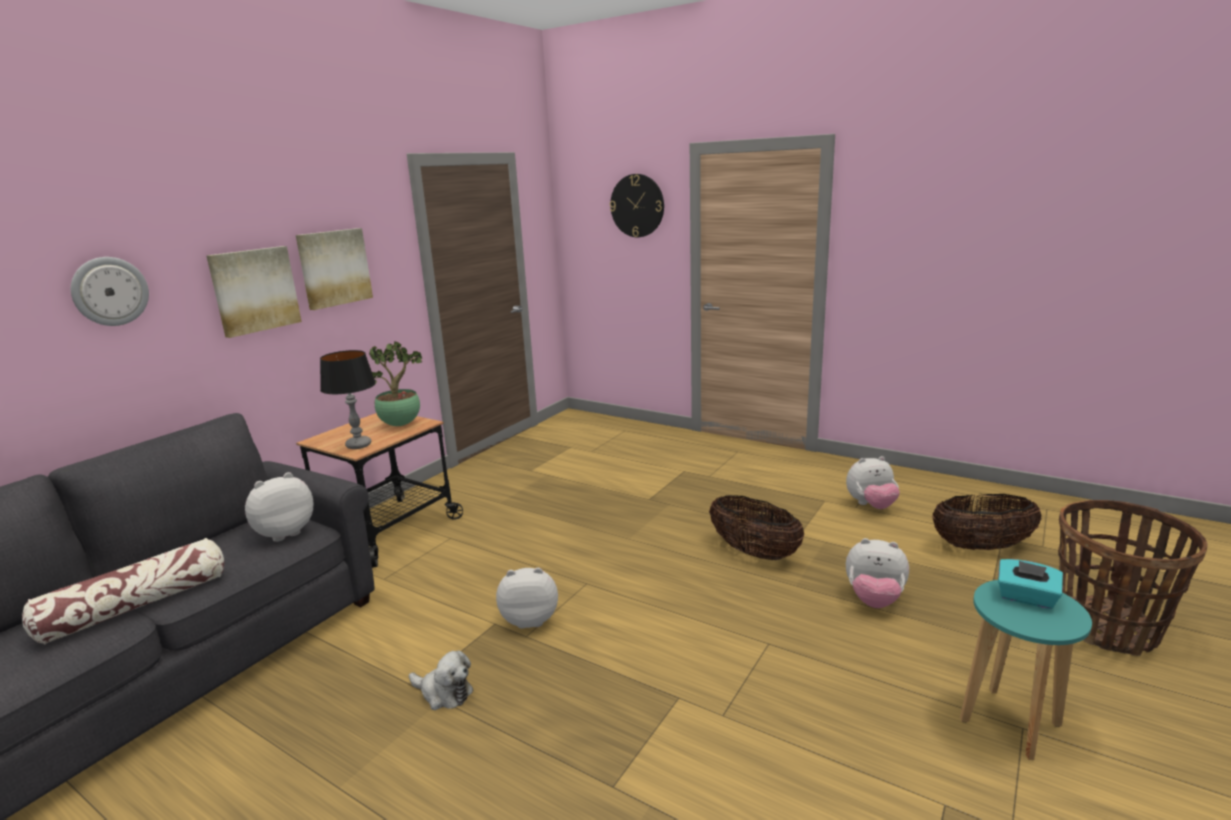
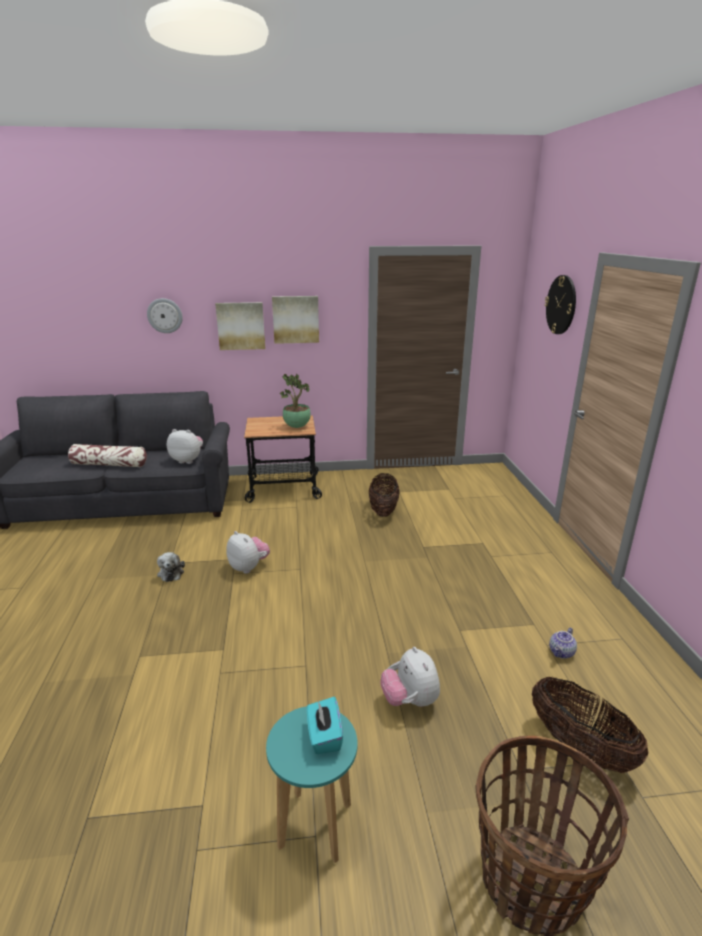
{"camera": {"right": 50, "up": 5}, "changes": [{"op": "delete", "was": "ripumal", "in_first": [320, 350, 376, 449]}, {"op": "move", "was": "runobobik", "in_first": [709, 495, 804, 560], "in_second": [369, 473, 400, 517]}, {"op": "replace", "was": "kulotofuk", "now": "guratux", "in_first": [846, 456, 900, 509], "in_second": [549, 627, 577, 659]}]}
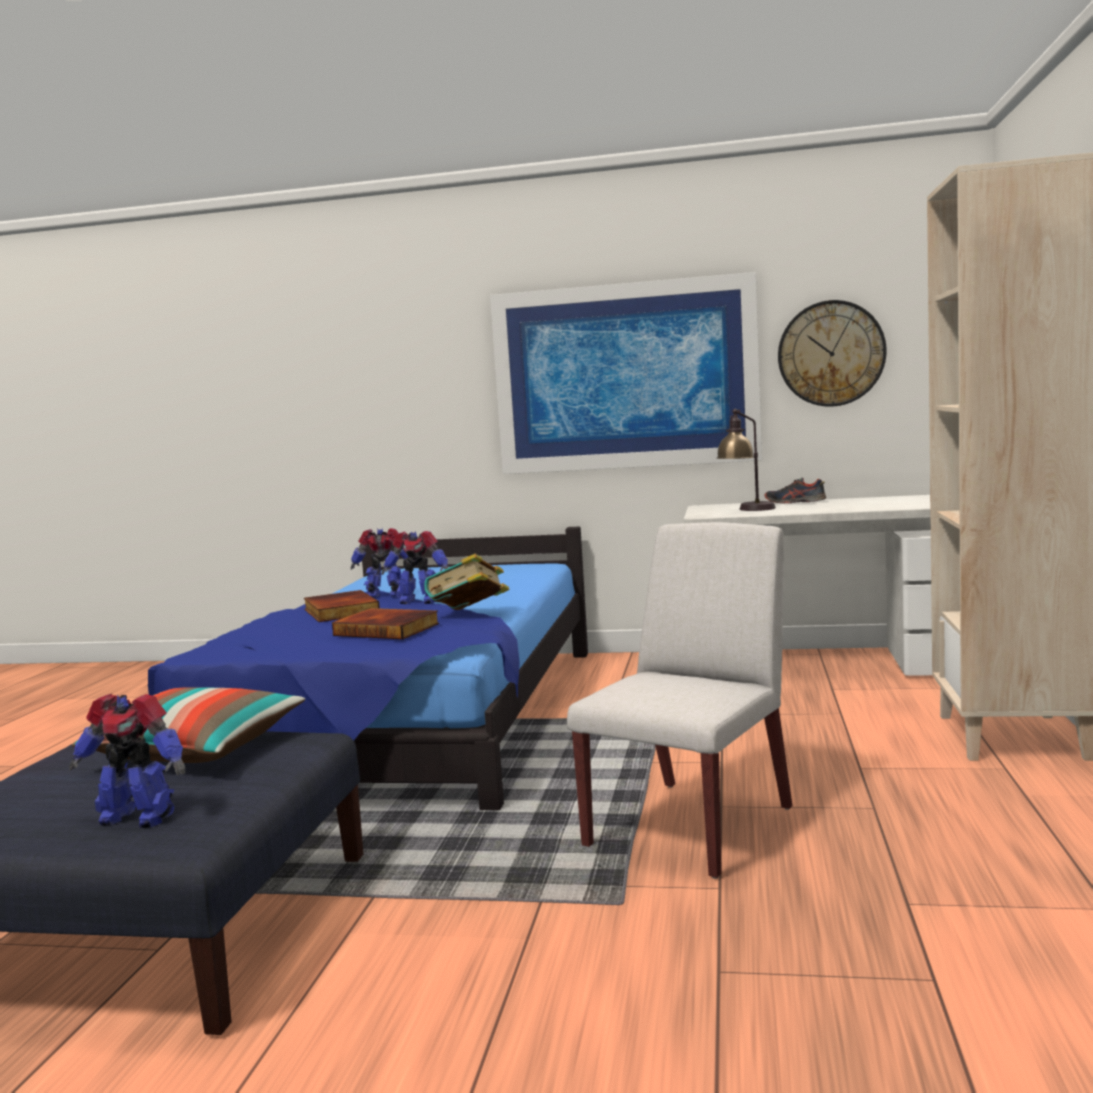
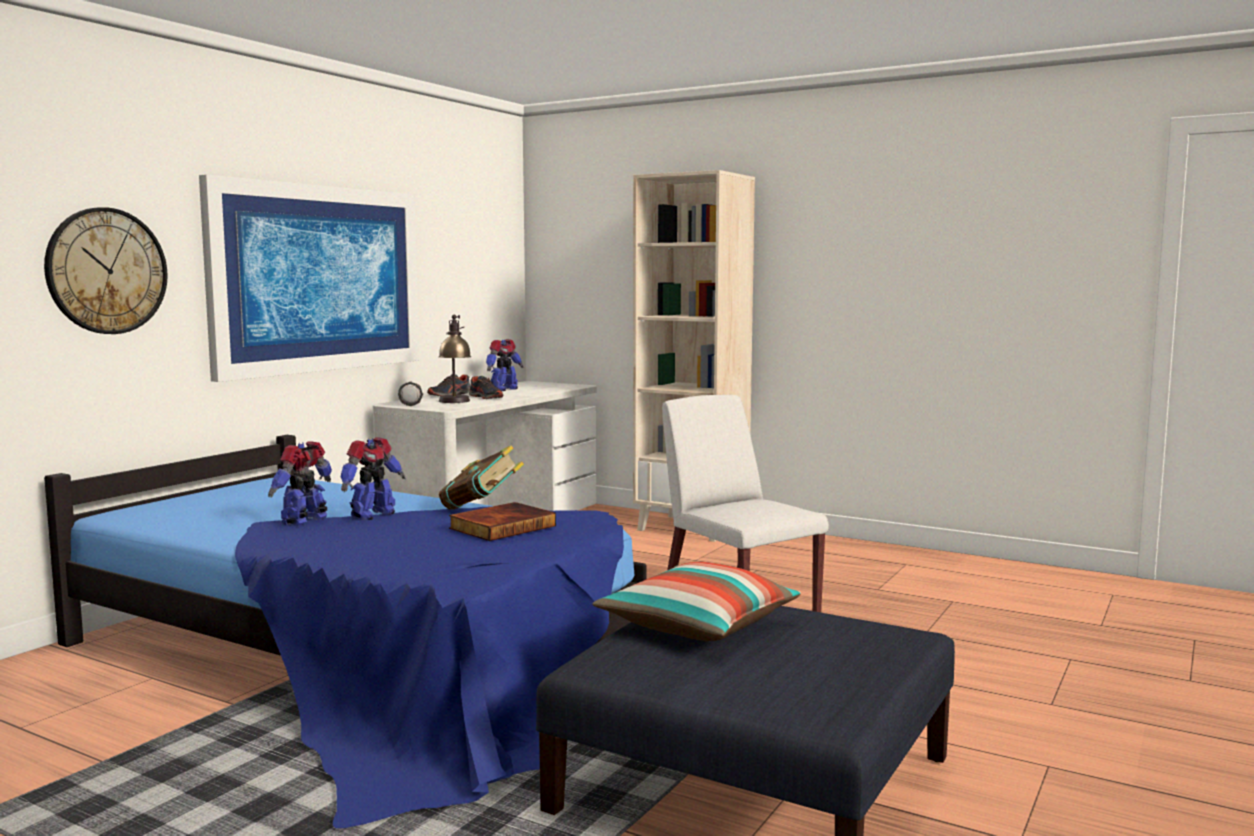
{"camera": {"right": -70, "up": 0}, "changes": [{"op": "delete", "was": "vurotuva", "in_first": [304, 590, 380, 622]}, {"op": "insert", "now": "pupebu", "in_second": [398, 382, 423, 406]}, {"op": "insert", "now": "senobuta", "in_second": [469, 376, 503, 399]}, {"op": "move", "was": "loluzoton", "in_first": [69, 694, 185, 828], "in_second": [486, 339, 524, 391]}, {"op": "move", "was": "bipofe", "in_first": [778, 300, 887, 407], "in_second": [44, 207, 168, 334]}]}
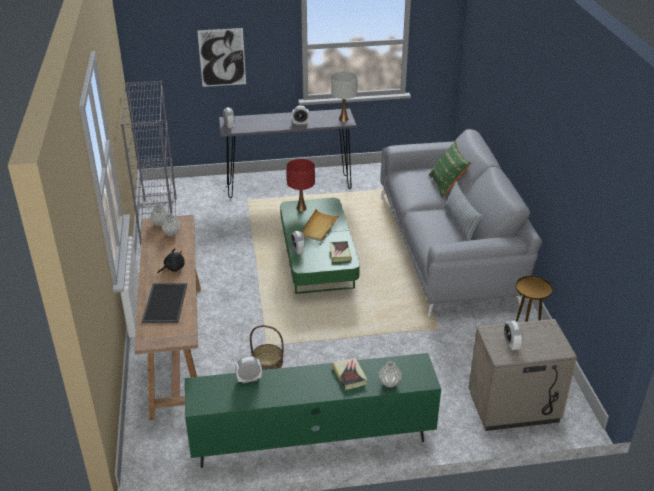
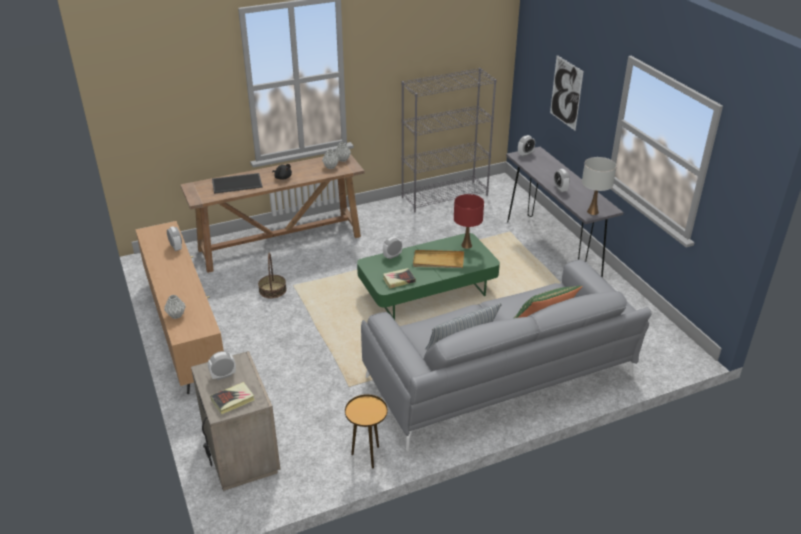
{"camera": {"right": 75, "up": 0}, "changes": [{"op": "move", "was": "vurotuva", "in_first": [332, 357, 367, 390], "in_second": [210, 382, 255, 414]}, {"op": "recolor", "was": "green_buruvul", "now": "brown_buruvul", "in_first": [185, 353, 441, 468], "in_second": [135, 221, 224, 394]}]}
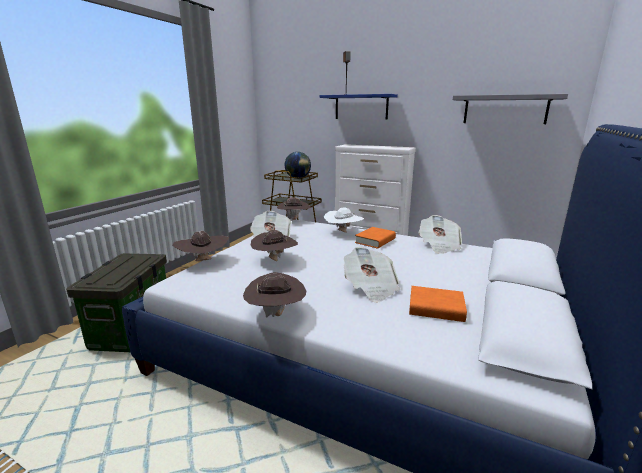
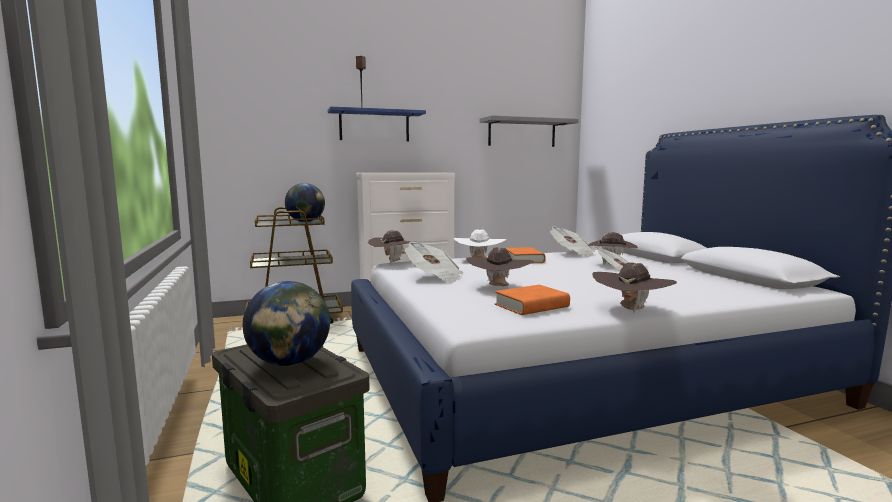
{"camera": {"right": -45, "up": -10}, "changes": [{"op": "insert", "now": "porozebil", "in_second": [243, 281, 330, 366]}, {"op": "move", "was": "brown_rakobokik", "in_first": [172, 231, 229, 261], "in_second": [588, 232, 638, 265]}, {"op": "move", "was": "orange_vurotuva", "in_first": [409, 286, 467, 322], "in_second": [495, 285, 570, 315]}]}
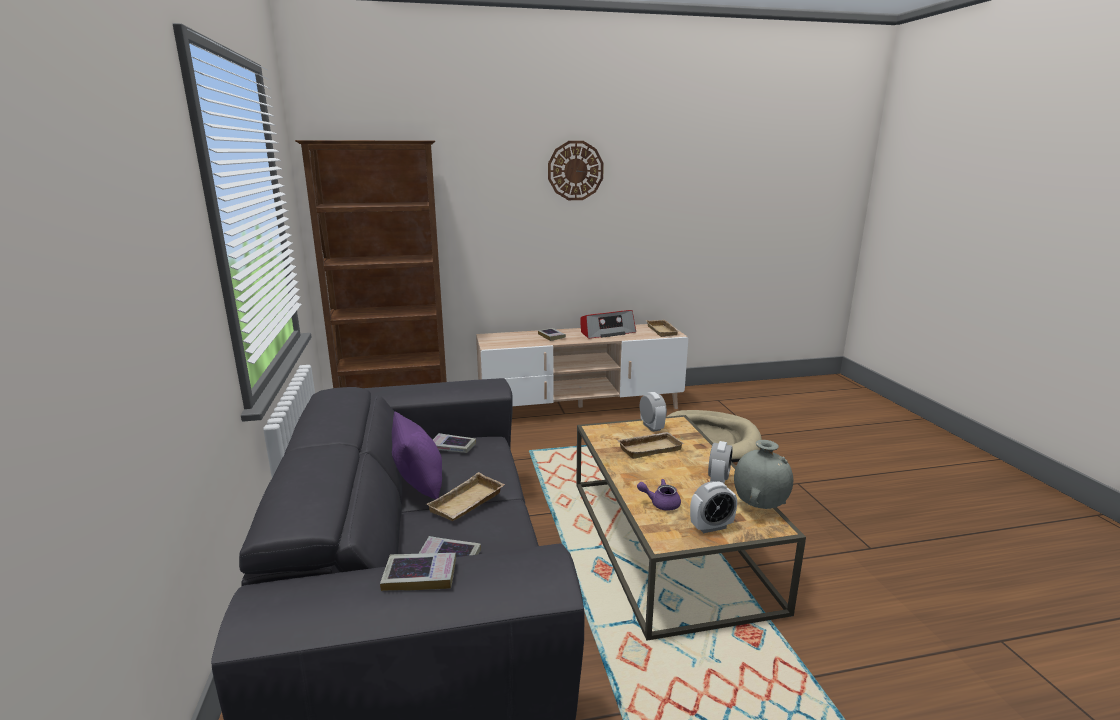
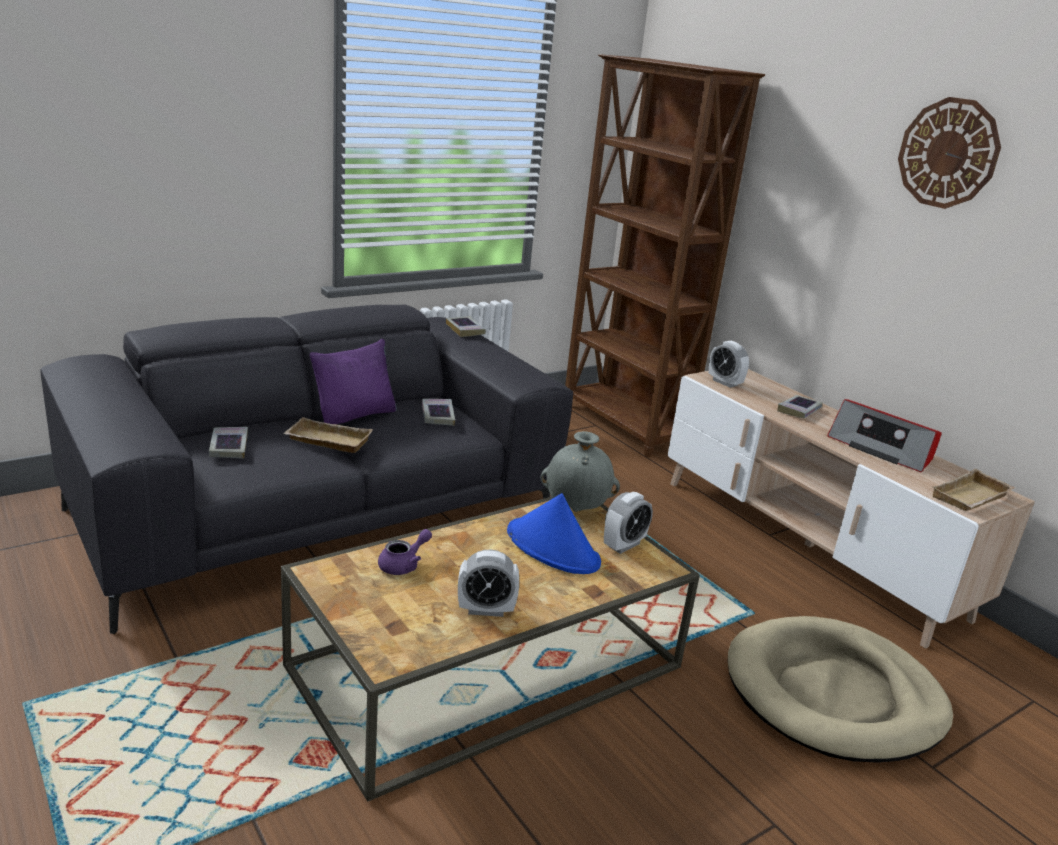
{"camera": {"right": 65, "up": 5}, "changes": [{"op": "move", "was": "vurotuva", "in_first": [380, 553, 456, 591], "in_second": [446, 316, 486, 337]}, {"op": "move", "was": "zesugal", "in_first": [690, 481, 737, 533], "in_second": [709, 341, 749, 388]}, {"op": "move", "was": "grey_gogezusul", "in_first": [734, 440, 793, 509], "in_second": [540, 431, 620, 512]}, {"op": "replace", "was": "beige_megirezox", "now": "blue_rakobokik", "in_first": [617, 432, 684, 459], "in_second": [507, 493, 601, 574]}, {"op": "rotate", "was": "purple_guratux", "in_first": [637, 479, 681, 511], "in_second": [378, 529, 432, 575], "clockwise": 60}]}
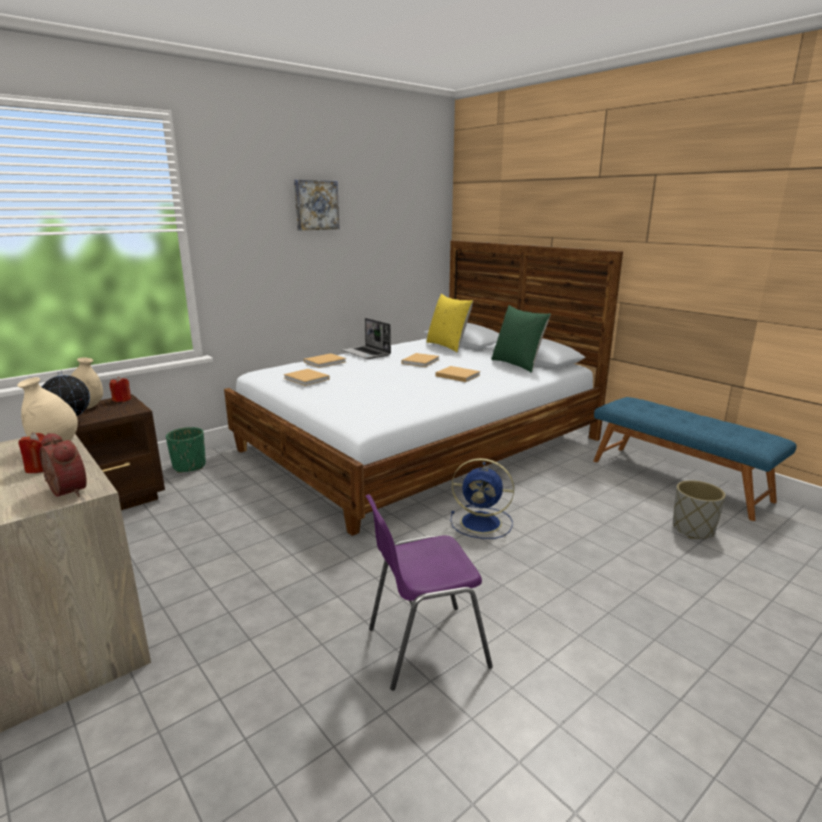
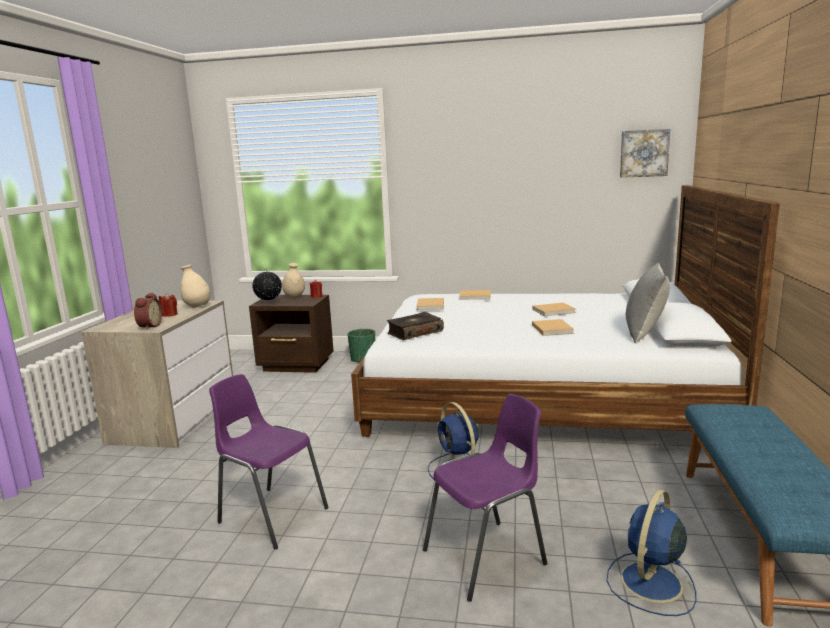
{"camera": {"right": 50, "up": -5}, "changes": [{"op": "delete", "was": "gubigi", "in_first": [342, 318, 391, 359]}, {"op": "delete", "was": "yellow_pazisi", "in_first": [426, 294, 473, 352]}, {"op": "insert", "now": "vurotuva", "in_second": [387, 312, 444, 340]}, {"op": "insert", "now": "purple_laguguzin", "in_second": [423, 394, 547, 602]}, {"op": "move", "was": "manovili", "in_first": [294, 180, 340, 230], "in_second": [620, 129, 670, 178]}, {"op": "replace", "was": "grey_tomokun", "now": "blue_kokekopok", "in_first": [673, 480, 726, 539], "in_second": [607, 489, 696, 616]}, {"op": "recolor", "was": "green_pazisi", "now": "grey_pazisi", "in_first": [491, 305, 551, 373], "in_second": [626, 263, 670, 343]}]}
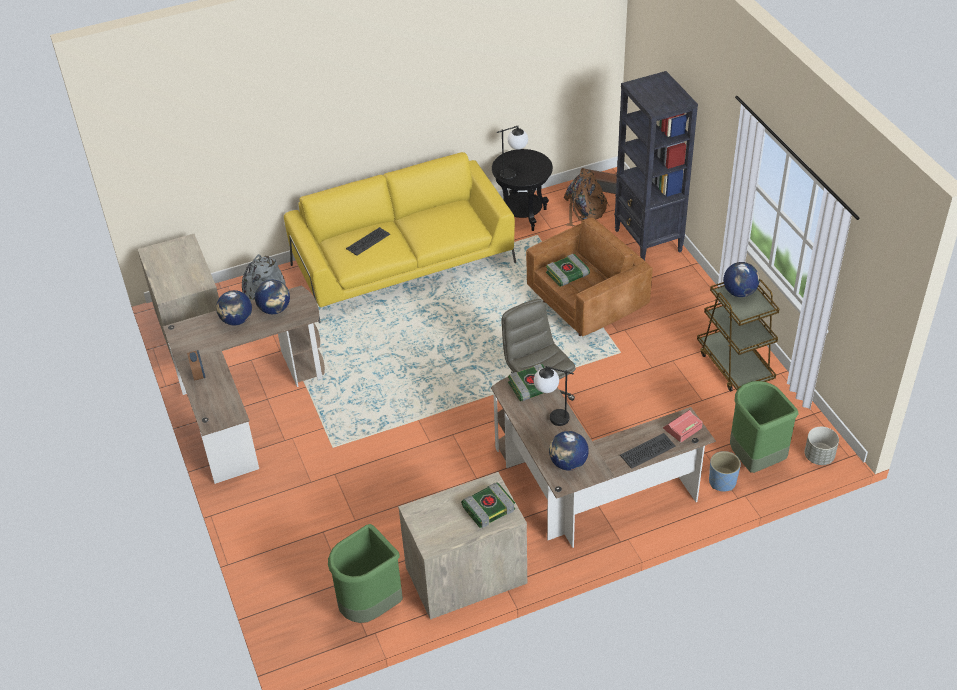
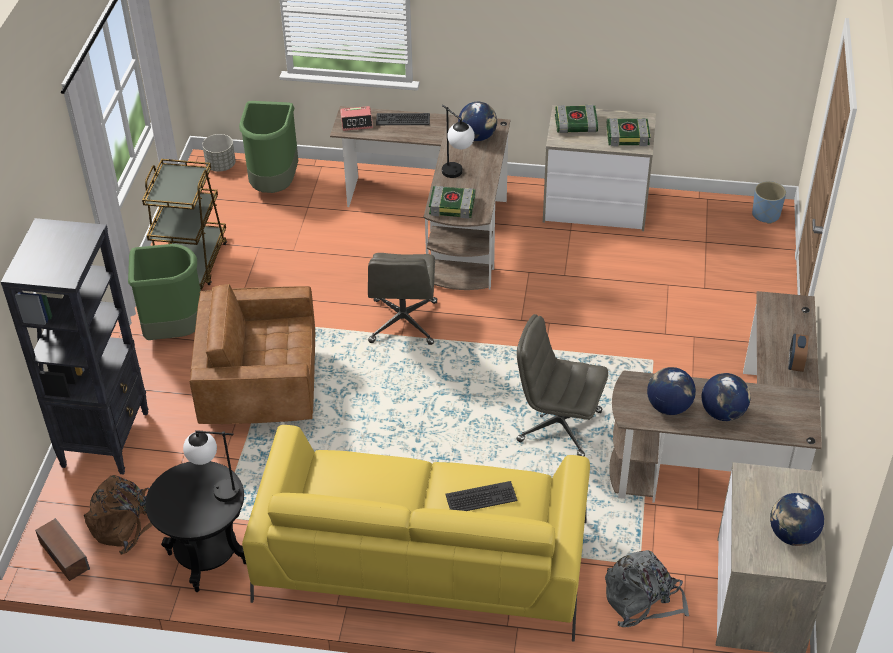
{"camera": {"right": -150, "up": 0}, "changes": [{"op": "insert", "now": "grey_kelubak", "in_second": [517, 314, 608, 456]}, {"op": "move", "was": "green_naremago", "in_first": [328, 524, 403, 623], "in_second": [128, 244, 201, 340]}, {"op": "move", "was": "vurotuva", "in_first": [546, 254, 590, 287], "in_second": [607, 118, 650, 146]}, {"op": "move", "was": "blue_tomokun", "in_first": [709, 451, 741, 492], "in_second": [752, 181, 786, 224]}, {"op": "move", "was": "porozebil", "in_first": [723, 262, 760, 297], "in_second": [770, 493, 824, 546]}]}
